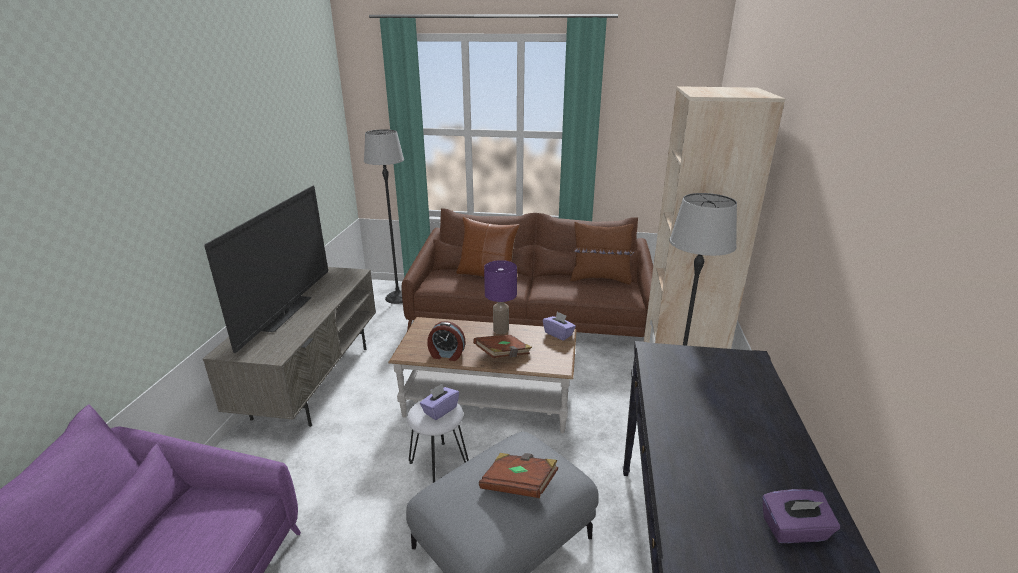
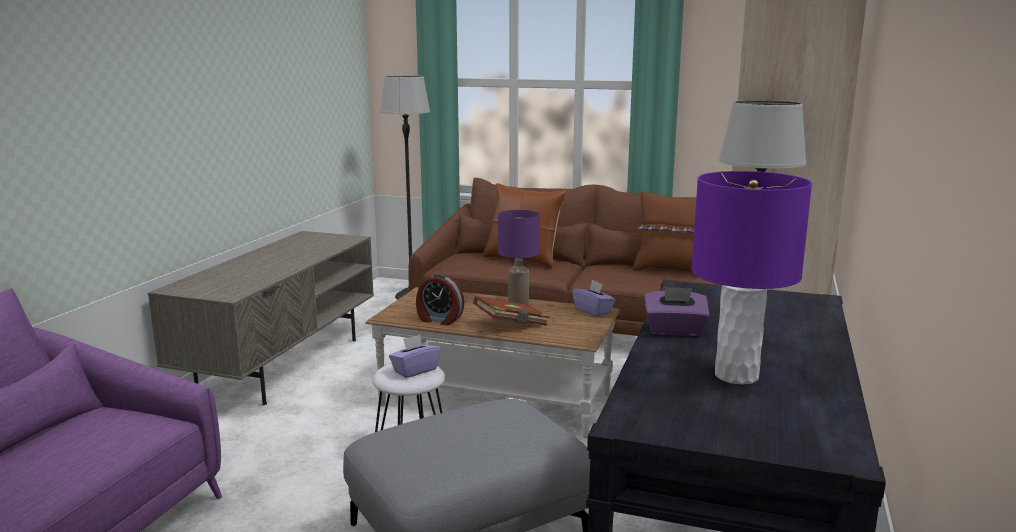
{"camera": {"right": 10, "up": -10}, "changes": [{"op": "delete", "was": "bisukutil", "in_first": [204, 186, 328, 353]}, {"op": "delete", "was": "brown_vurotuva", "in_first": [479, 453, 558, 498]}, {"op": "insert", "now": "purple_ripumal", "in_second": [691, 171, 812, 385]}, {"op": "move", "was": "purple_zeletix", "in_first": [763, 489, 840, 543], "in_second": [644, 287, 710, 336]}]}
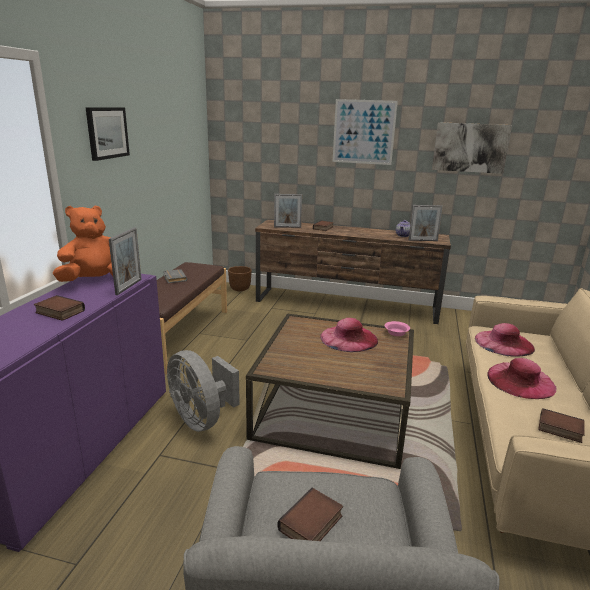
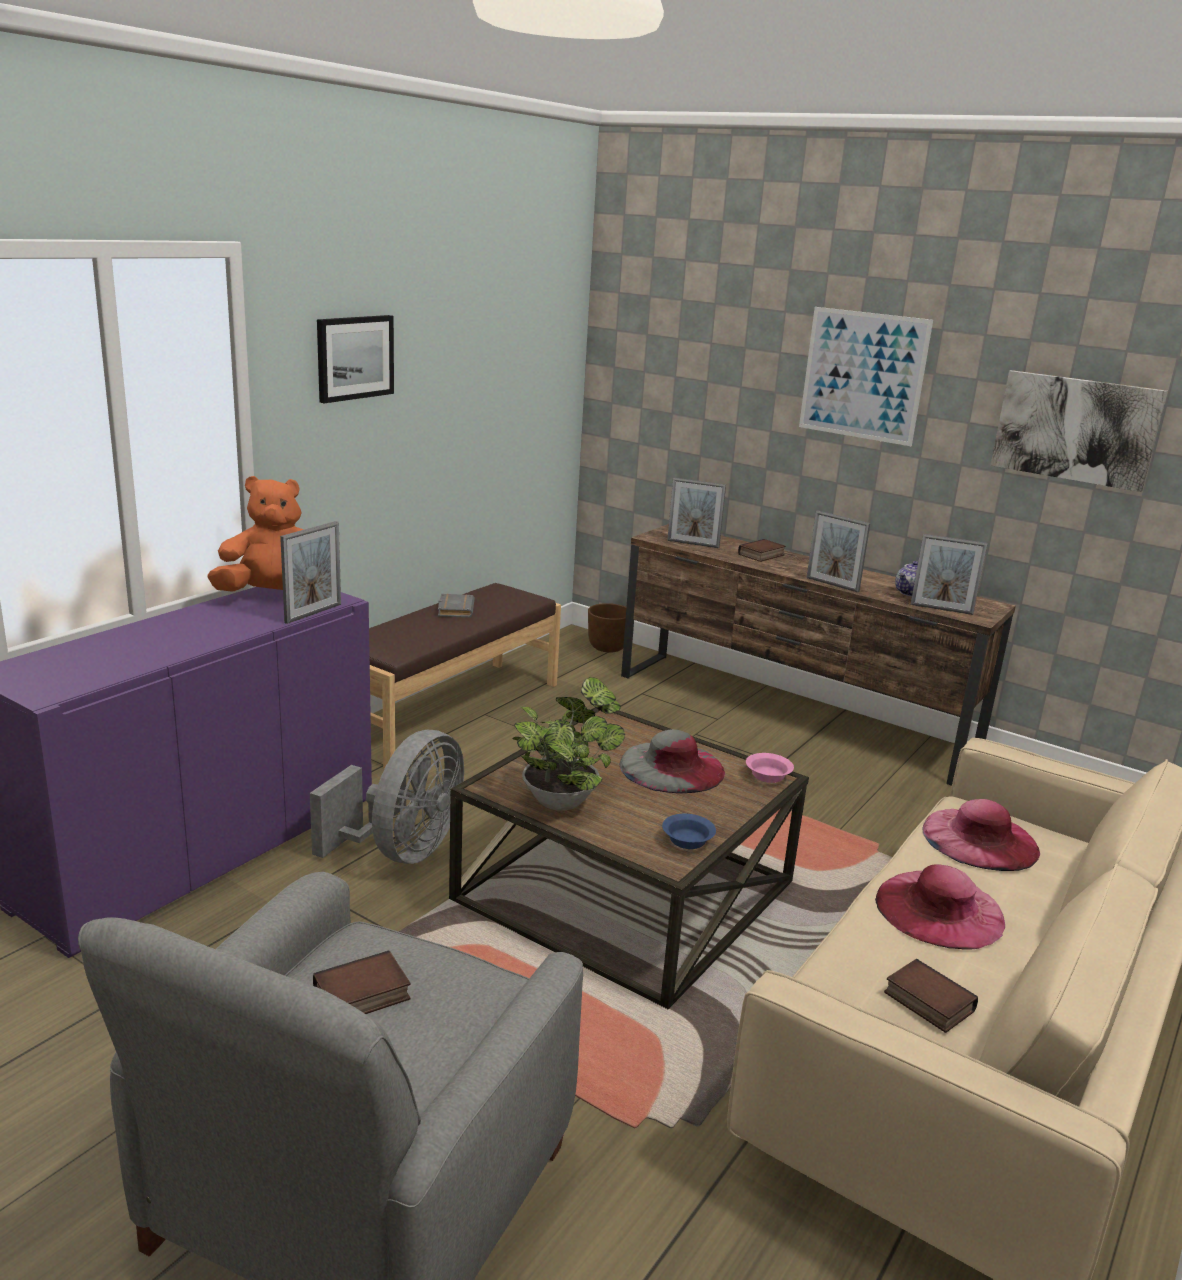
{"camera": {"right": 20, "up": 0}, "changes": [{"op": "delete", "was": "vurotuva", "in_first": [34, 295, 85, 321]}, {"op": "insert", "now": "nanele", "in_second": [512, 677, 625, 811]}, {"op": "insert", "now": "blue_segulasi", "in_second": [662, 814, 716, 849]}, {"op": "insert", "now": "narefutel", "in_second": [807, 510, 870, 592]}, {"op": "recolor", "was": "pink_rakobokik", "now": "grey_rakobokik", "in_first": [320, 318, 378, 352], "in_second": [619, 729, 725, 793]}, {"op": "rotate", "was": "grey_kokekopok", "in_first": [167, 350, 240, 432], "in_second": [310, 730, 464, 864], "clockwise": -135}]}
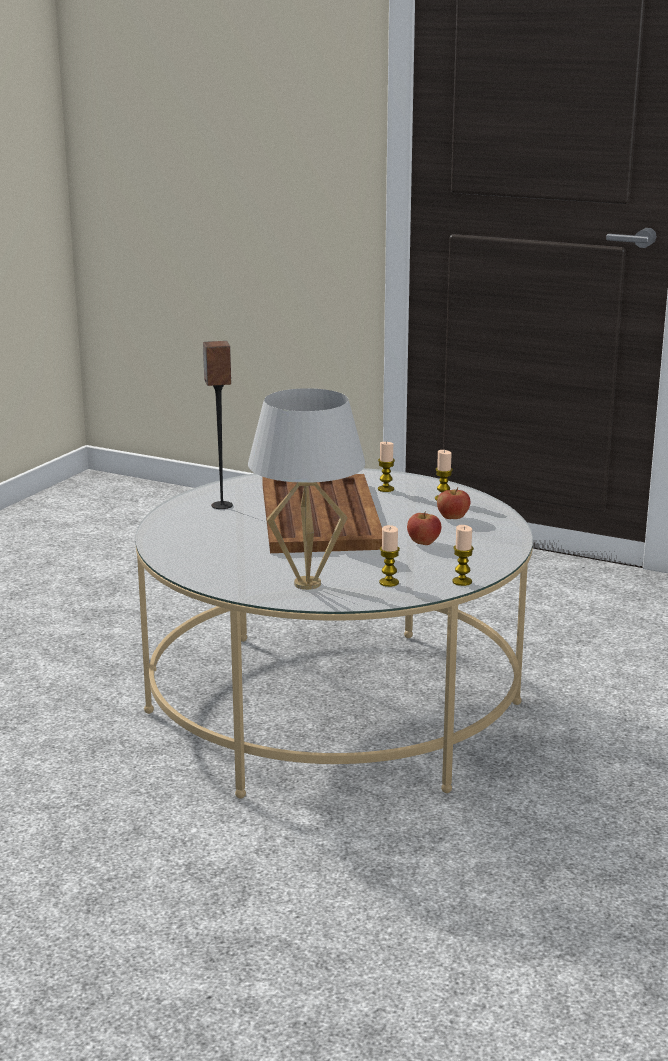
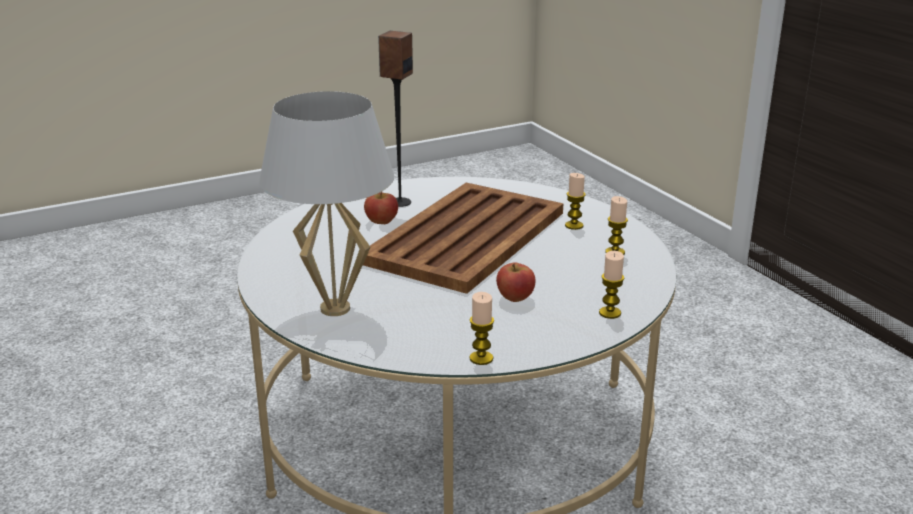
{"camera": {"right": 35, "up": 5}, "changes": [{"op": "move", "was": "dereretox", "in_first": [379, 525, 400, 587], "in_second": [599, 251, 624, 319]}, {"op": "move", "was": "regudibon", "in_first": [437, 487, 470, 519], "in_second": [364, 192, 398, 224]}]}
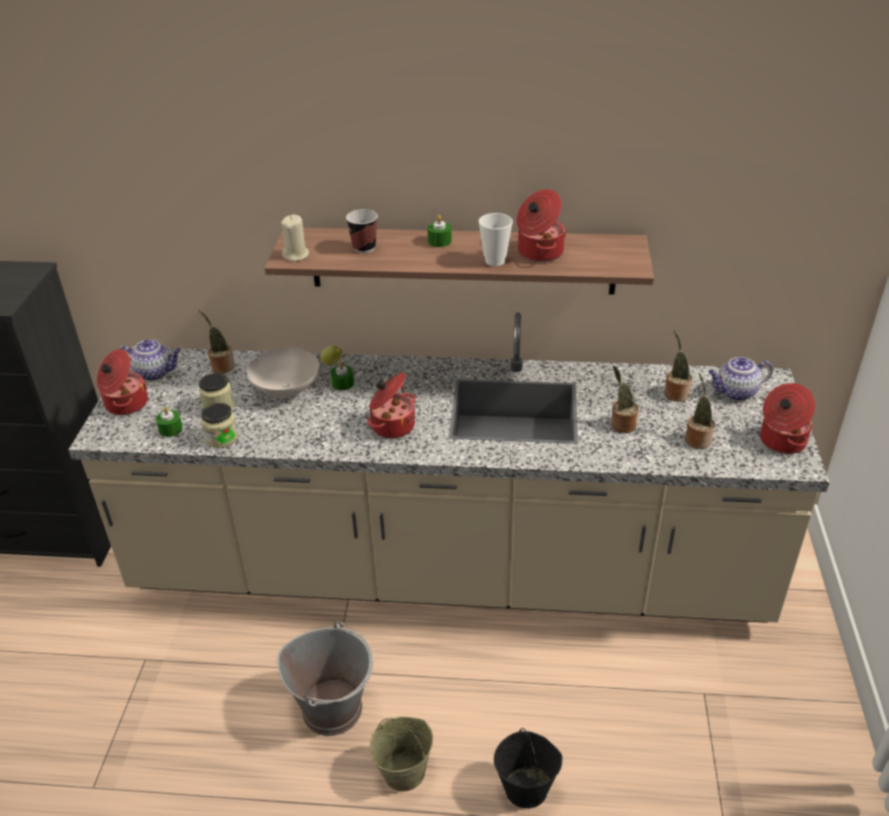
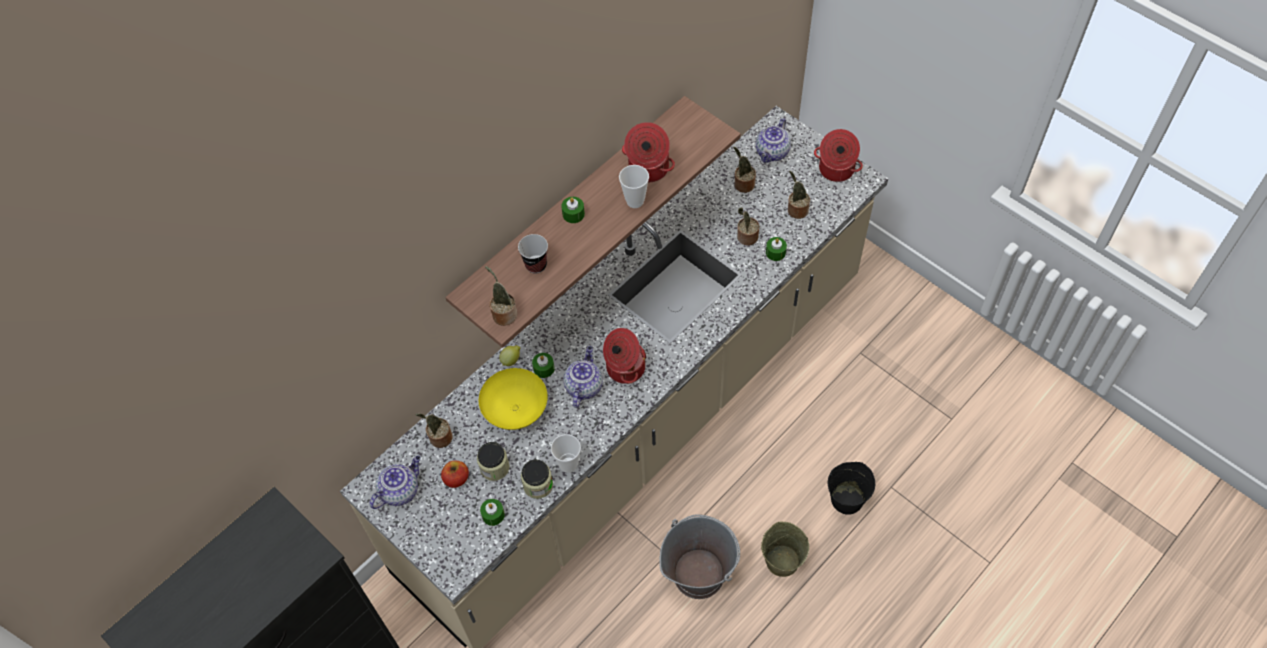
{"camera": {"right": -50, "up": 20}, "changes": [{"op": "delete", "was": "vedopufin", "in_first": [97, 349, 148, 415]}, {"op": "insert", "now": "regudibon", "in_second": [441, 461, 469, 488]}, {"op": "insert", "now": "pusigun", "in_second": [551, 434, 581, 473]}, {"op": "insert", "now": "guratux", "in_second": [563, 346, 603, 408]}, {"op": "insert", "now": "green_dereretox", "in_second": [766, 237, 787, 261]}, {"op": "replace", "was": "beige_dereretox", "now": "nanele", "in_first": [281, 215, 309, 261], "in_second": [485, 266, 518, 326]}, {"op": "recolor", "was": "white_segulasi", "now": "yellow_segulasi", "in_first": [247, 348, 319, 397], "in_second": [479, 368, 548, 430]}]}
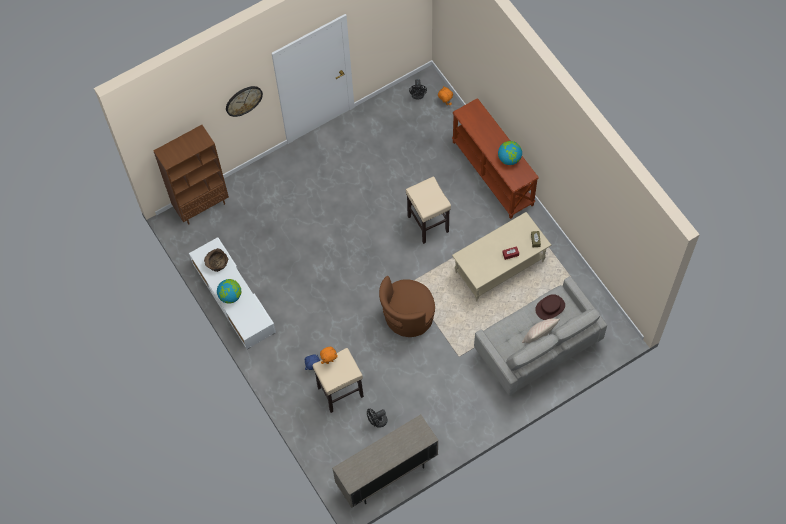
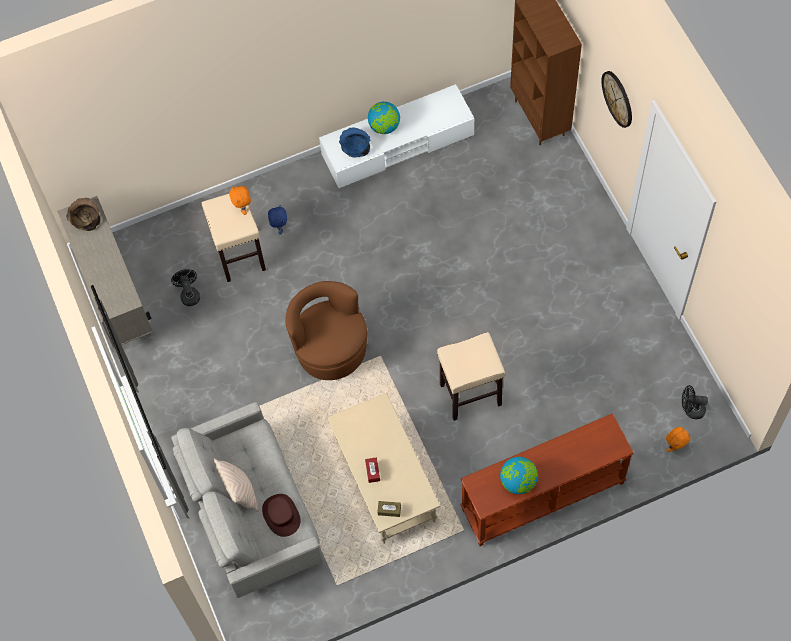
{"camera": {"right": 100, "up": 0}, "changes": [{"op": "insert", "now": "blue_segulasi", "in_second": [339, 127, 370, 157]}, {"op": "move", "was": "brown_segulasi", "in_first": [204, 248, 229, 272], "in_second": [66, 198, 100, 231]}]}
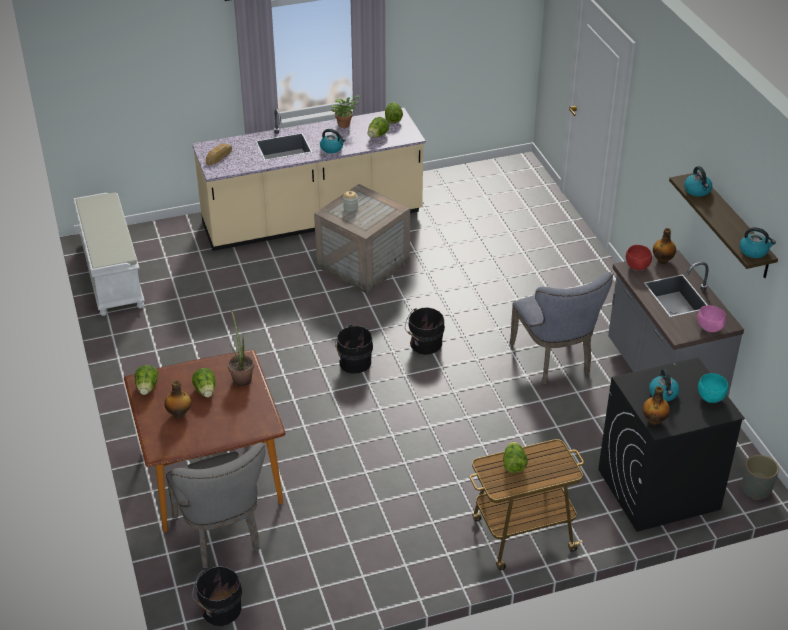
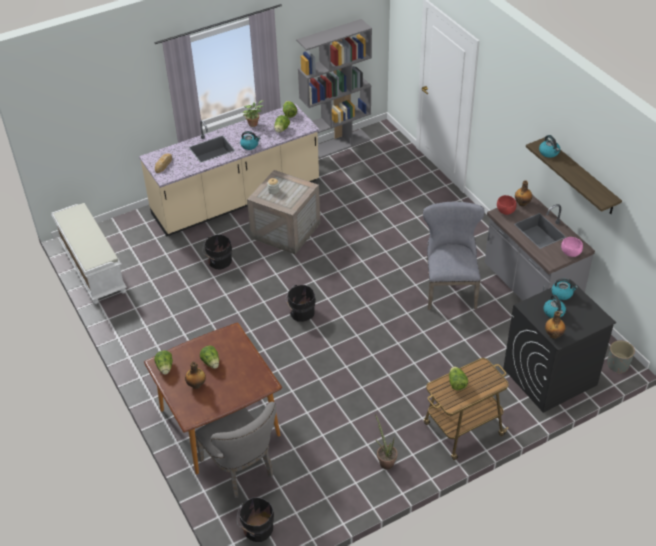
{"camera": {"right": -10, "up": 5}, "changes": [{"op": "delete", "was": "turquoise_segulasi", "in_first": [698, 373, 729, 403]}, {"op": "insert", "now": "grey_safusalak", "in_second": [296, 19, 372, 159]}, {"op": "move", "was": "nanele", "in_first": [228, 309, 254, 386], "in_second": [375, 414, 397, 469]}, {"op": "move", "was": "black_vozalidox", "in_first": [405, 307, 445, 355], "in_second": [203, 235, 232, 270]}, {"op": "move", "was": "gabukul", "in_first": [740, 227, 776, 258], "in_second": [551, 278, 578, 300]}, {"op": "rotate", "was": "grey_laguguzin", "in_first": [510, 272, 613, 384], "in_second": [423, 201, 485, 310], "clockwise": -150}]}
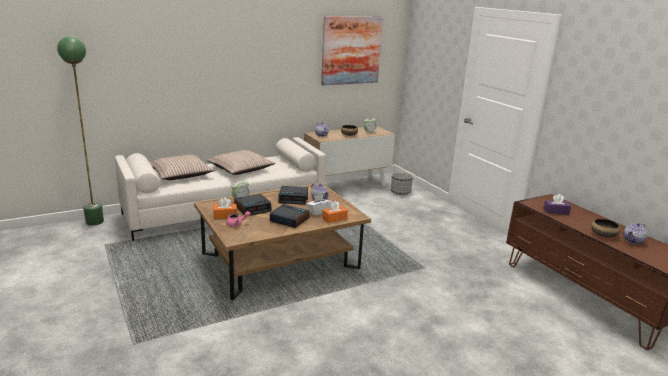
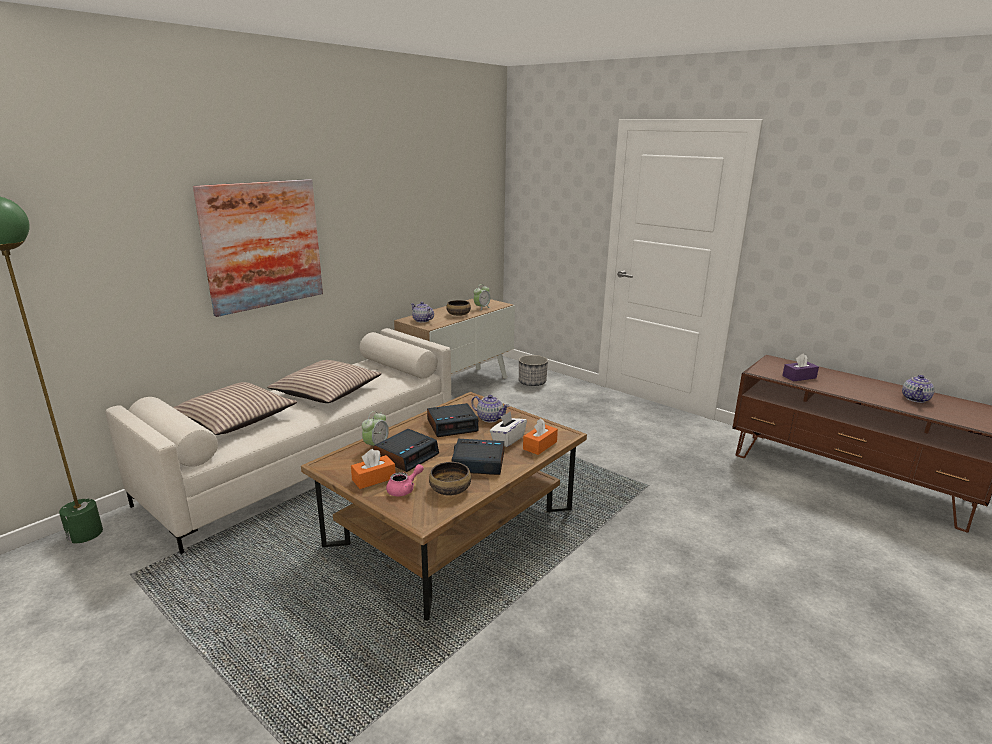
{"camera": {"right": -20, "up": 0}, "changes": [{"op": "move", "was": "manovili", "in_first": [321, 16, 383, 85], "in_second": [193, 179, 323, 317]}, {"op": "move", "was": "segulasi", "in_first": [591, 219, 620, 238], "in_second": [429, 462, 471, 496]}]}
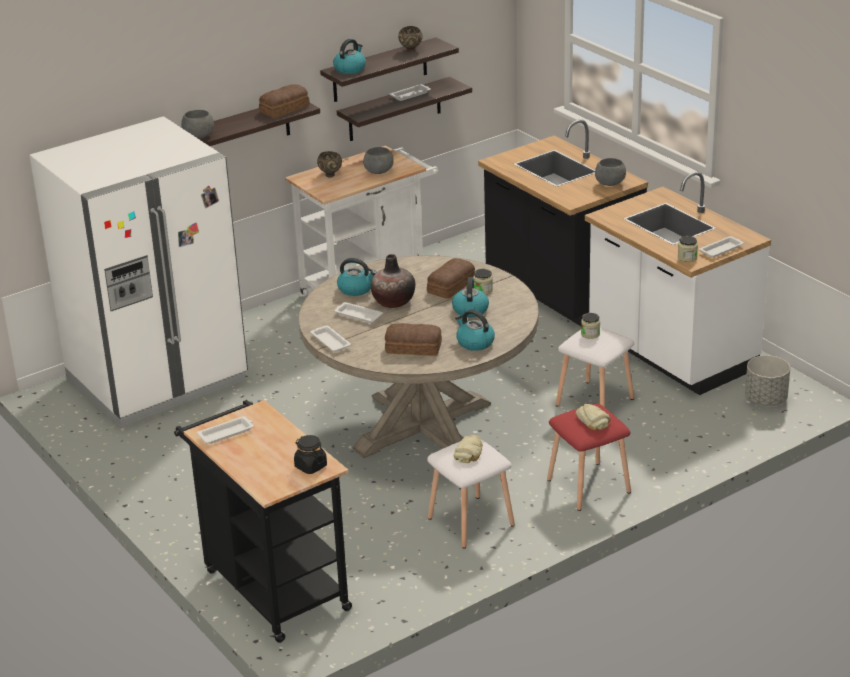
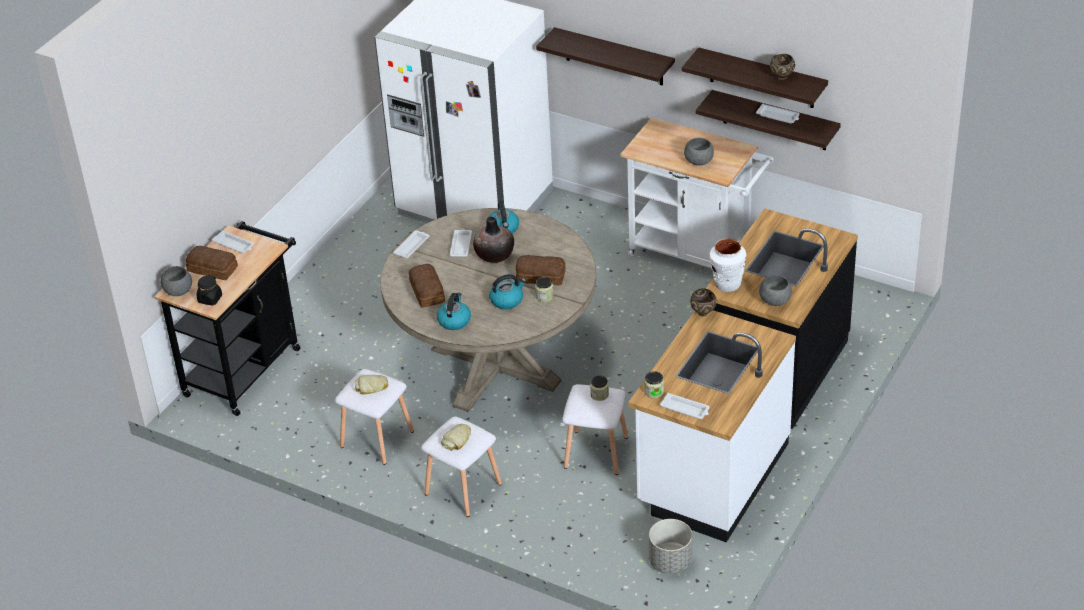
{"camera": {"right": 65, "up": 10}, "changes": [{"op": "delete", "was": "gabukul", "in_first": [333, 39, 366, 74]}, {"op": "insert", "now": "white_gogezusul", "in_second": [710, 238, 746, 292]}, {"op": "move", "was": "grey_segulasi", "in_first": [181, 110, 214, 138], "in_second": [161, 266, 192, 296]}, {"op": "move", "was": "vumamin", "in_first": [259, 84, 310, 118], "in_second": [186, 246, 238, 280]}, {"op": "move", "was": "brown_segulasi", "in_first": [317, 151, 342, 177], "in_second": [690, 288, 717, 316]}, {"op": "recolor", "was": "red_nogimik", "now": "white_nogimik", "in_first": [547, 404, 631, 511], "in_second": [421, 416, 502, 517]}]}
